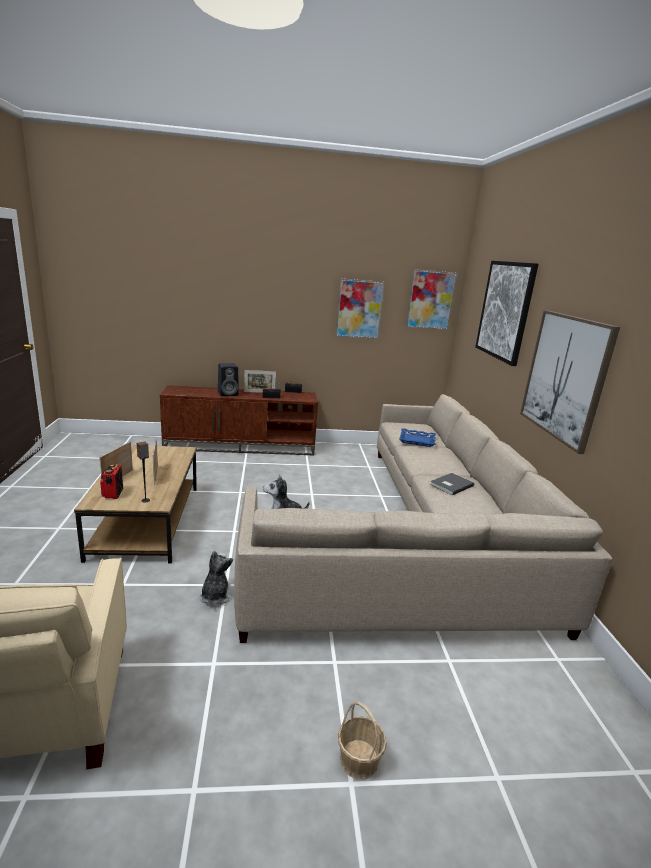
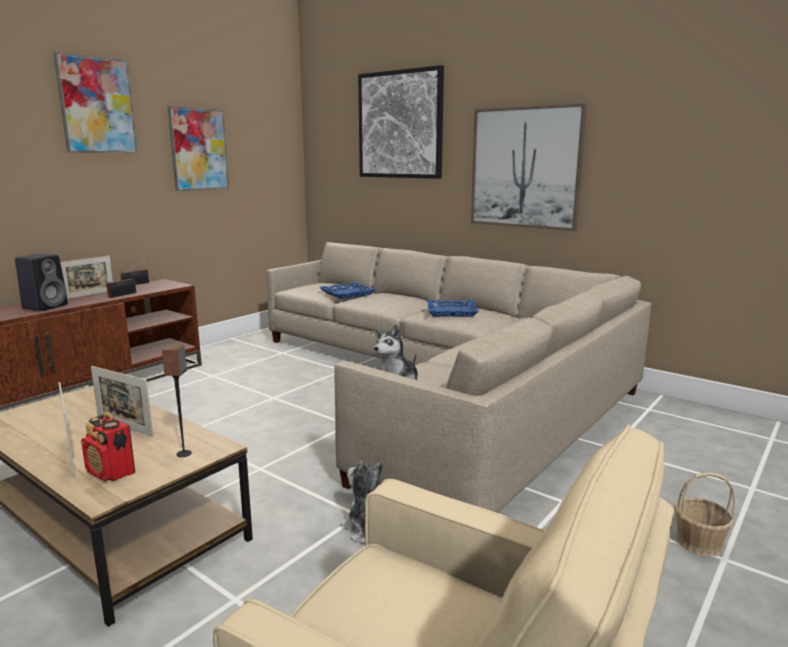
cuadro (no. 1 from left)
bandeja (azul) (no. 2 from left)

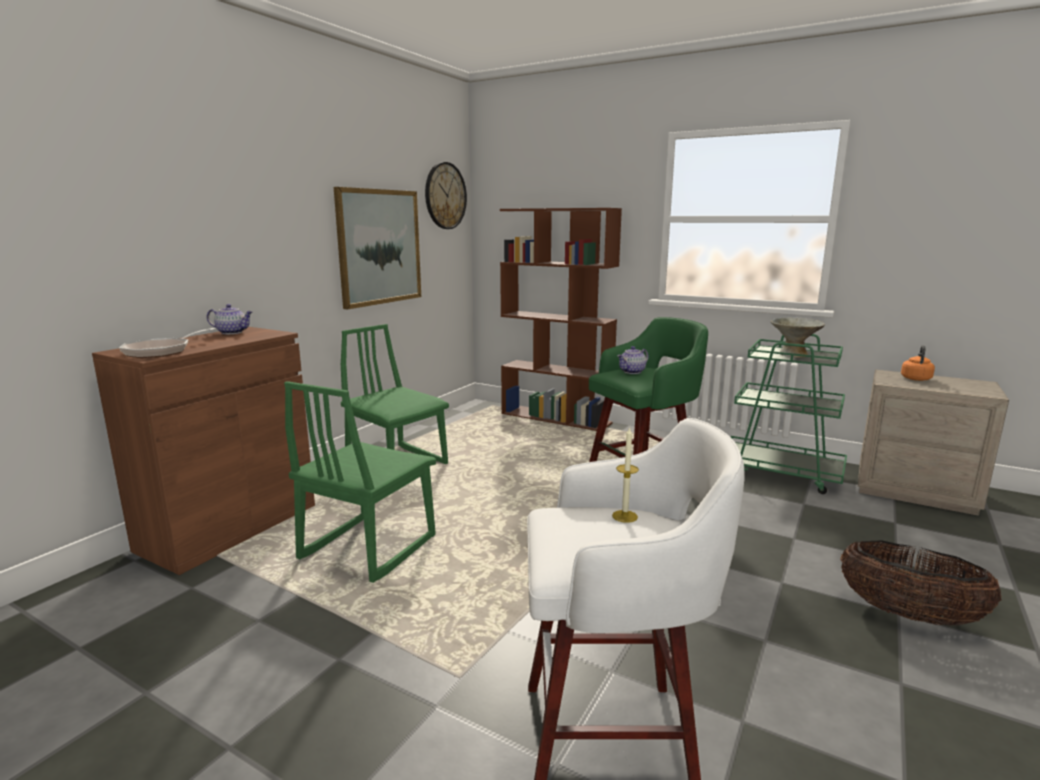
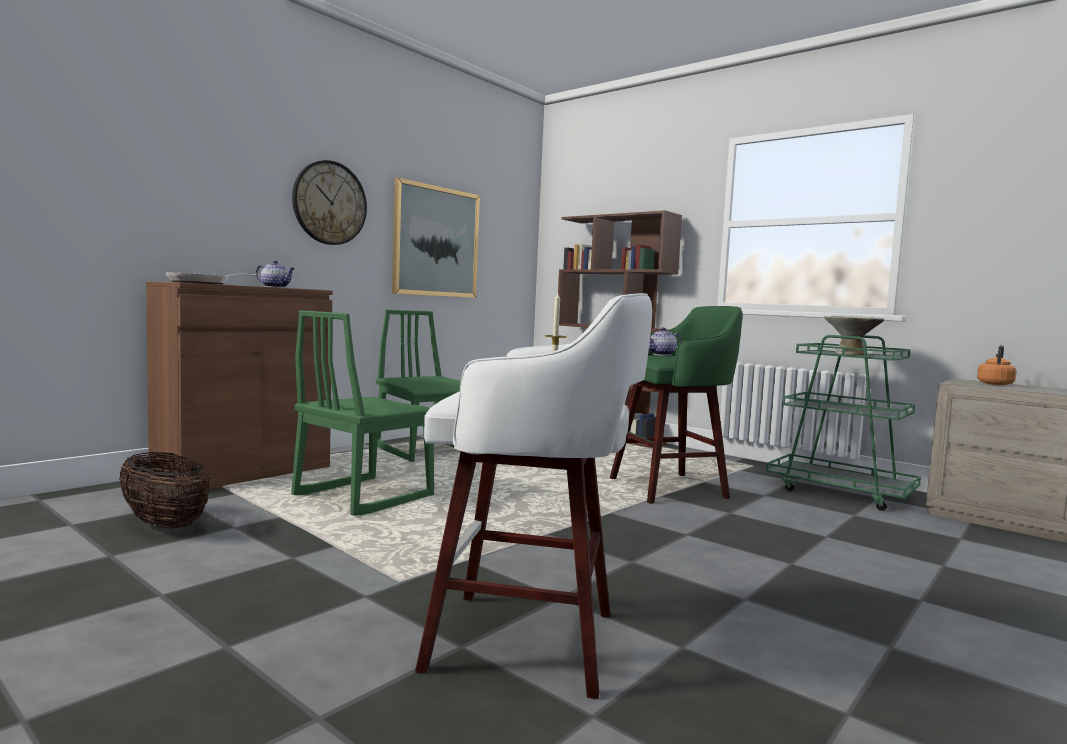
cesta
reloj de pared

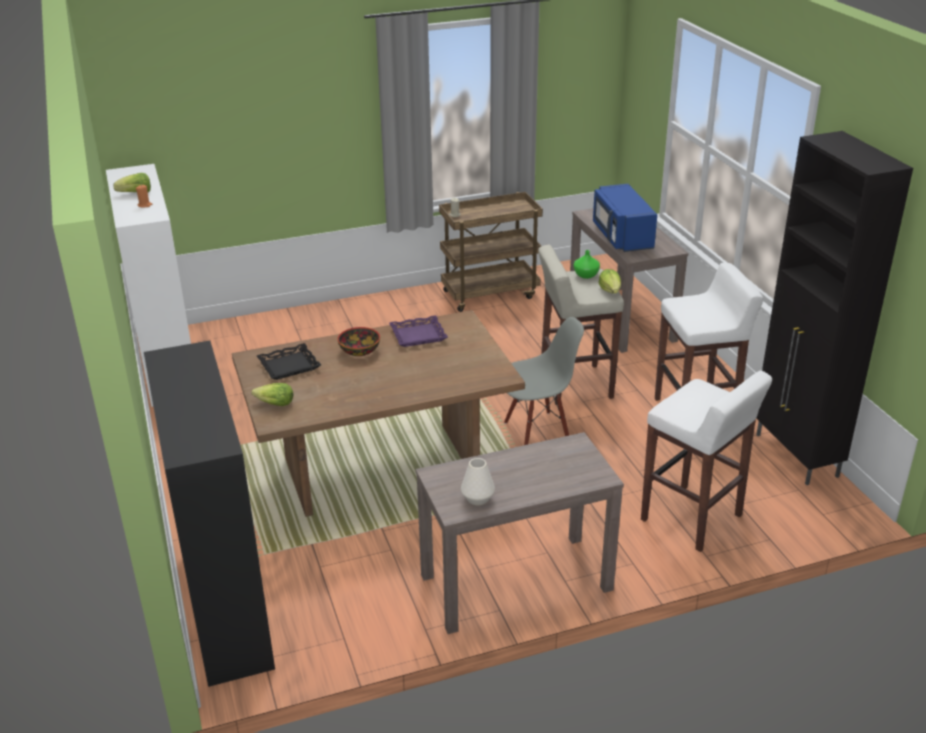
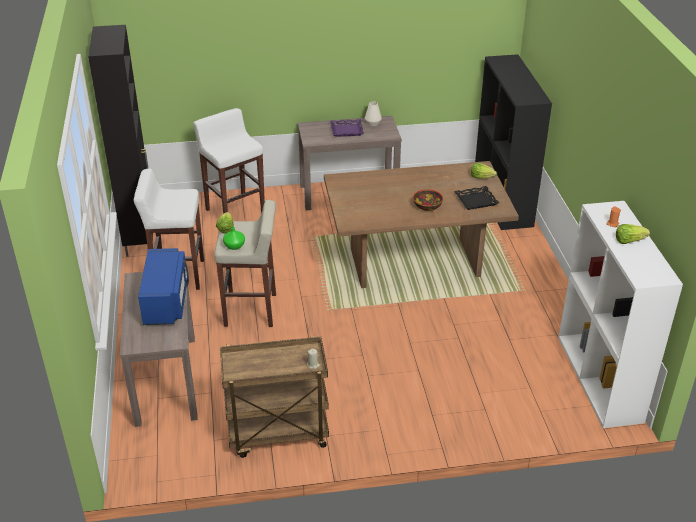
bandeja (morado)
silla (gris)

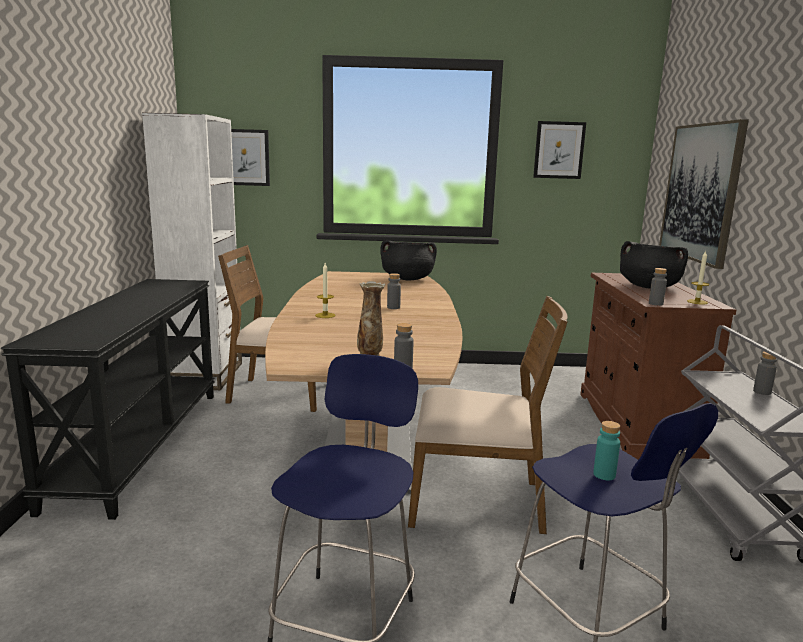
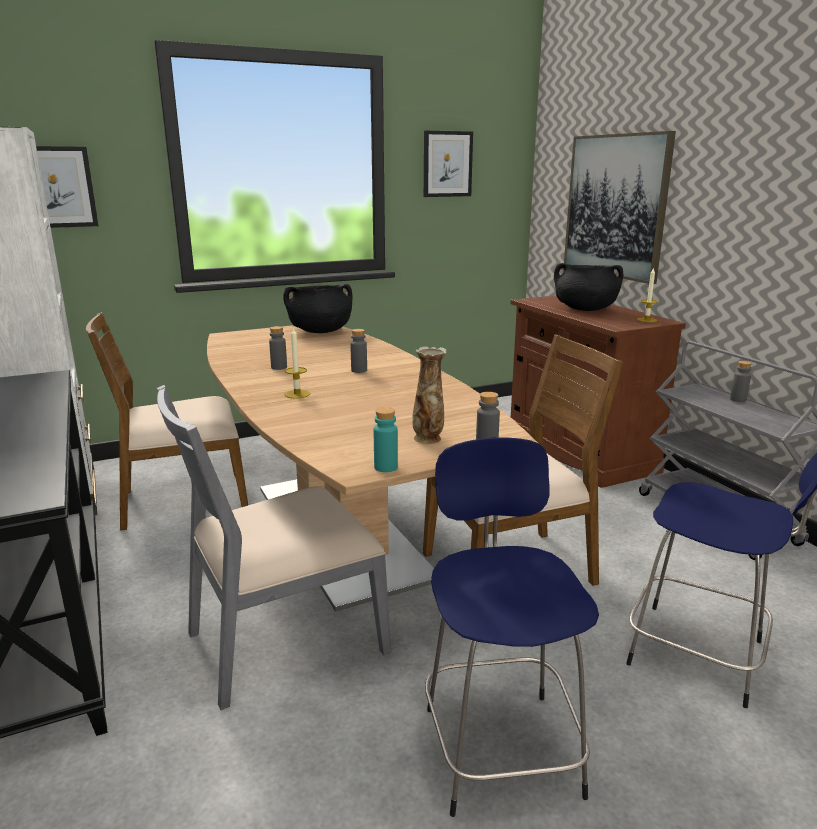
silla (gris)
botella (gris) (no. 1 from left)
botella (turquesa)

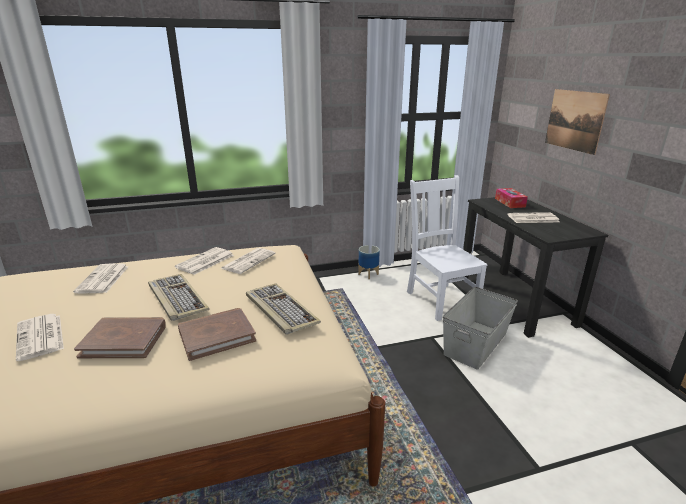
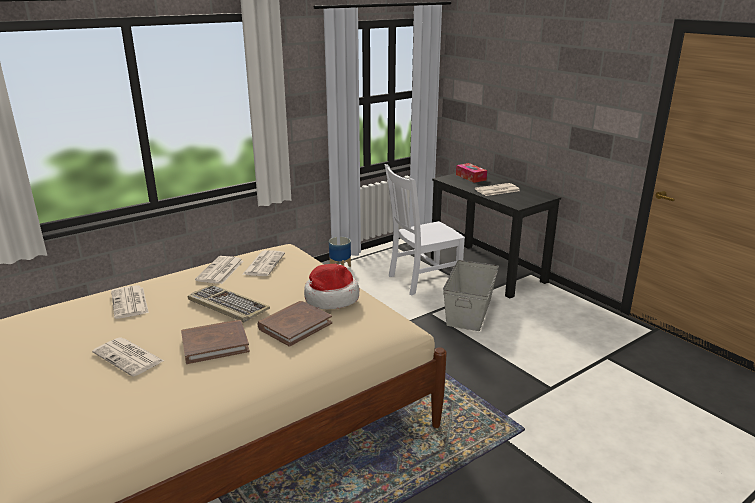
sombrero
silla (blanco)
cuadro

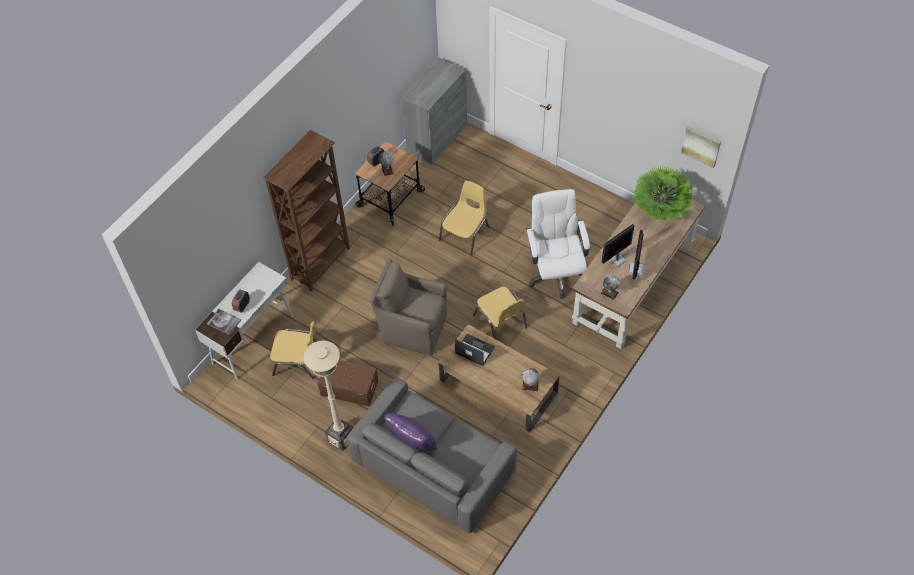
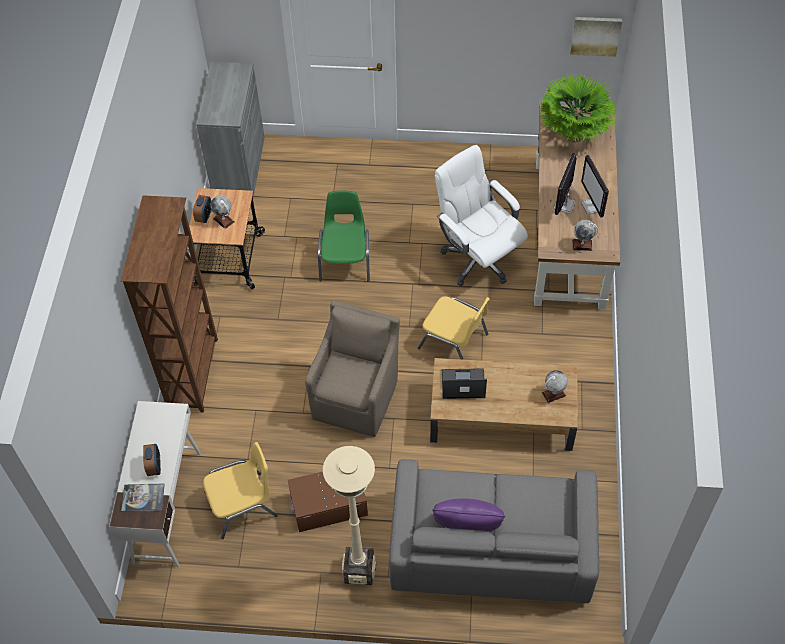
sillón (marrón)
silla (verde)

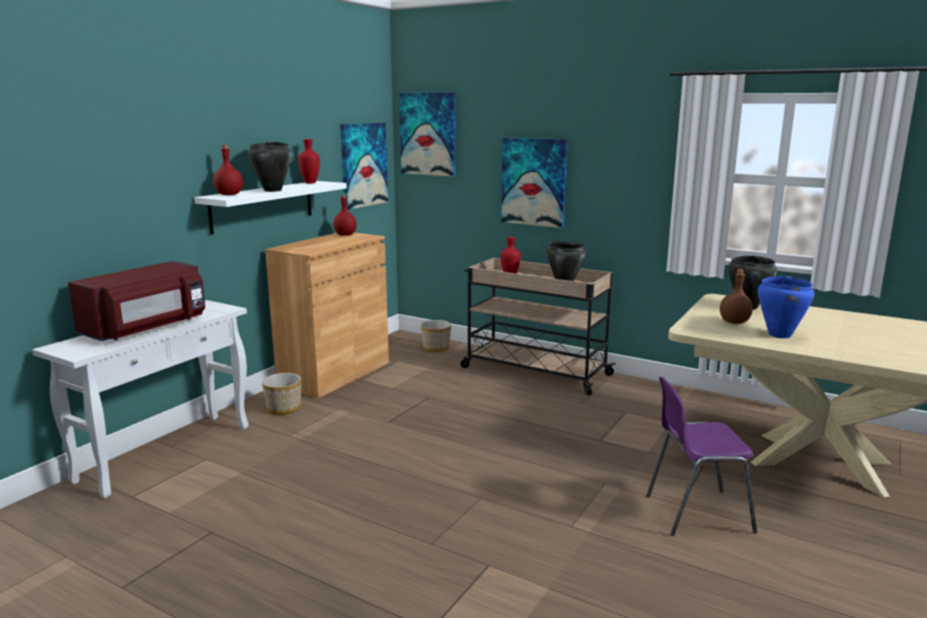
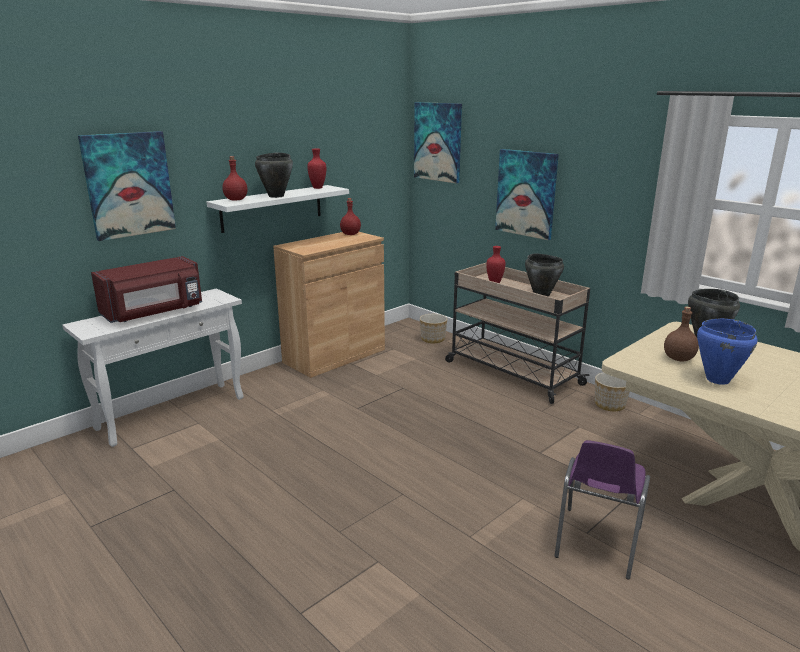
cuadro (no. 1 from left)
silla (morado)
maceta (no. 2 from left)

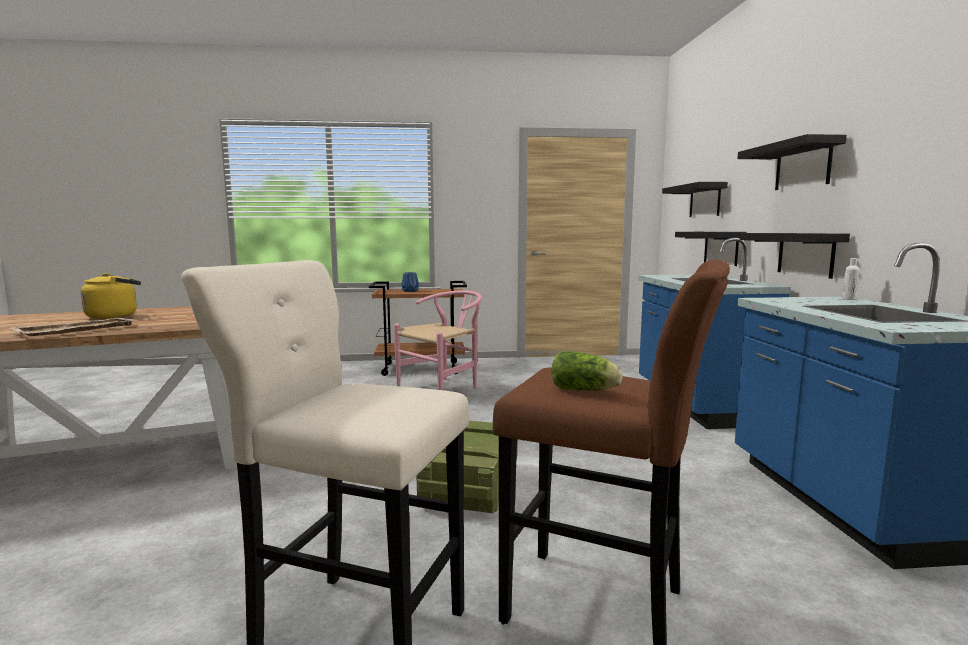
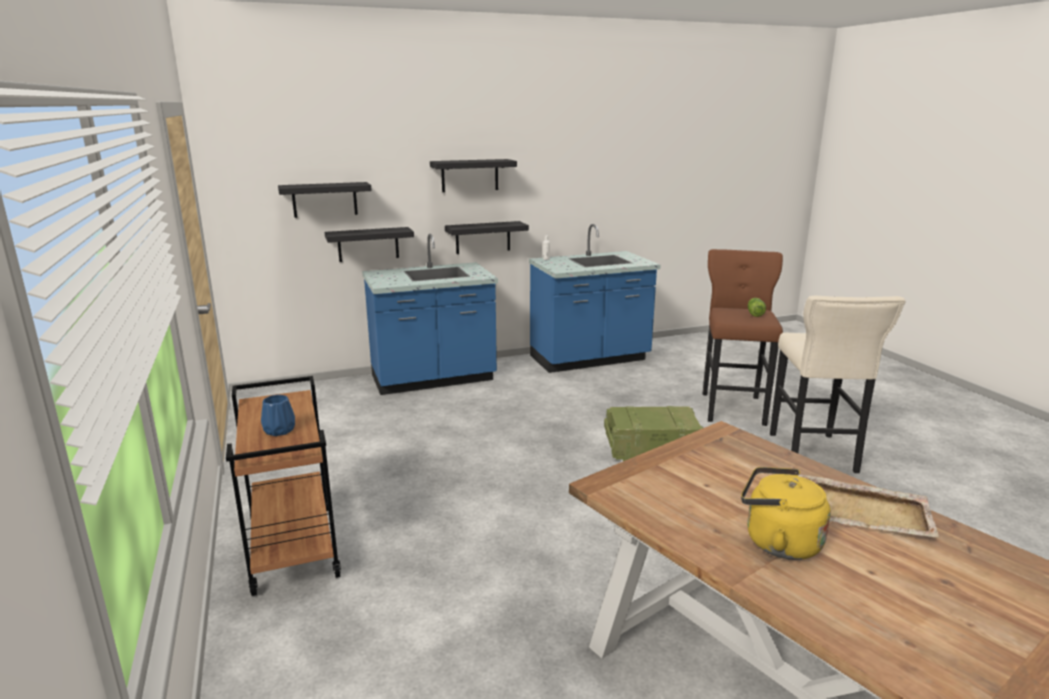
silla (rosa)

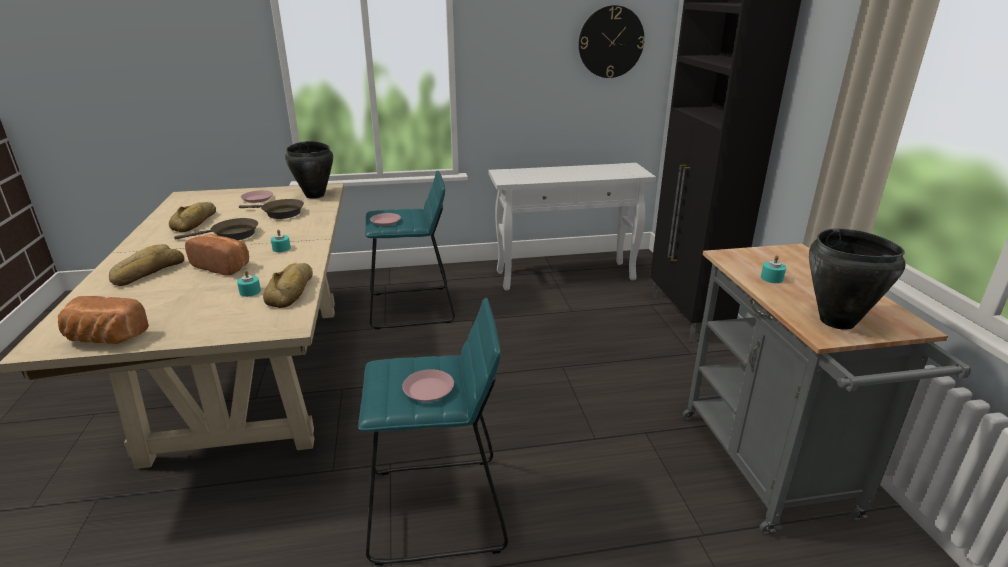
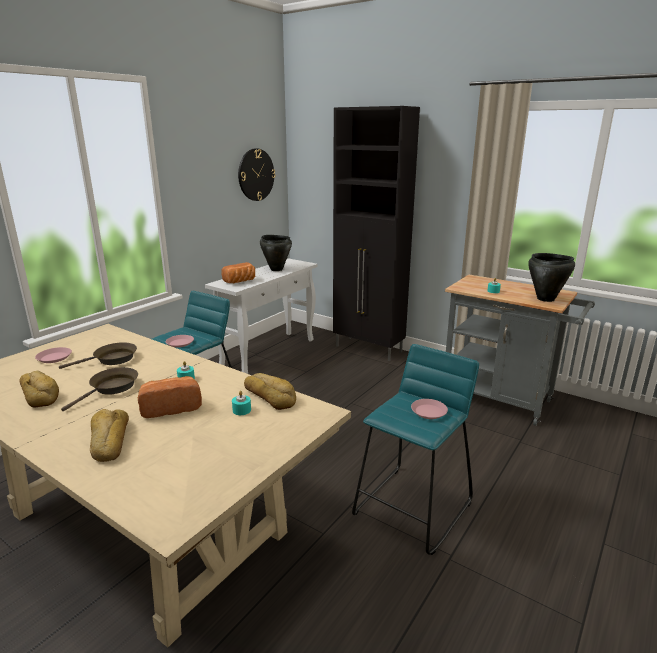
pan (no. 4 from left)
olla (negro) (no. 1 from left)

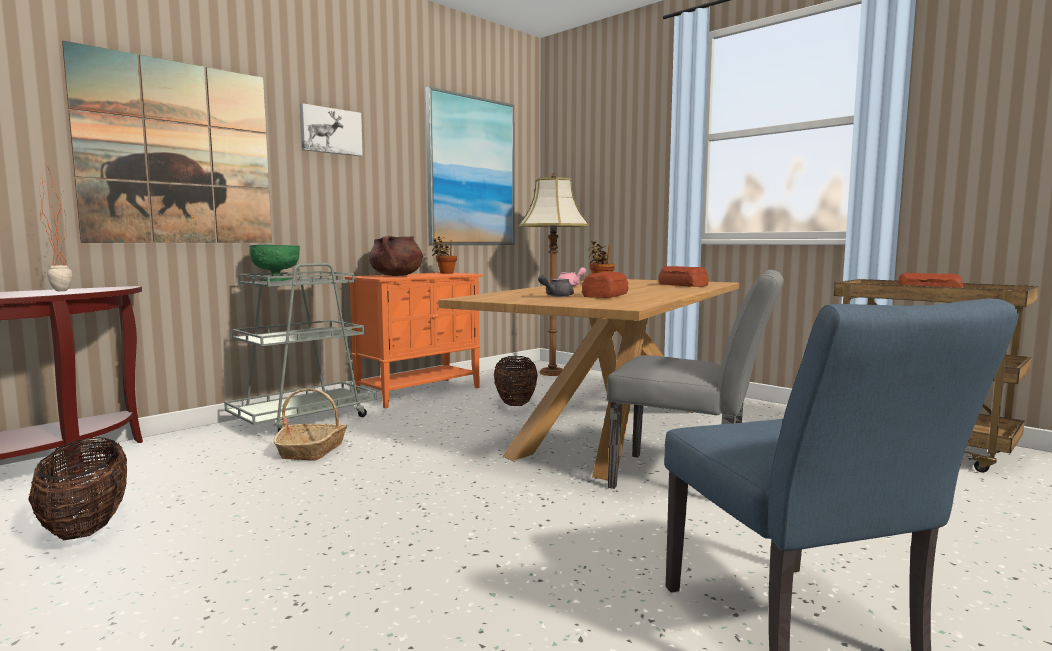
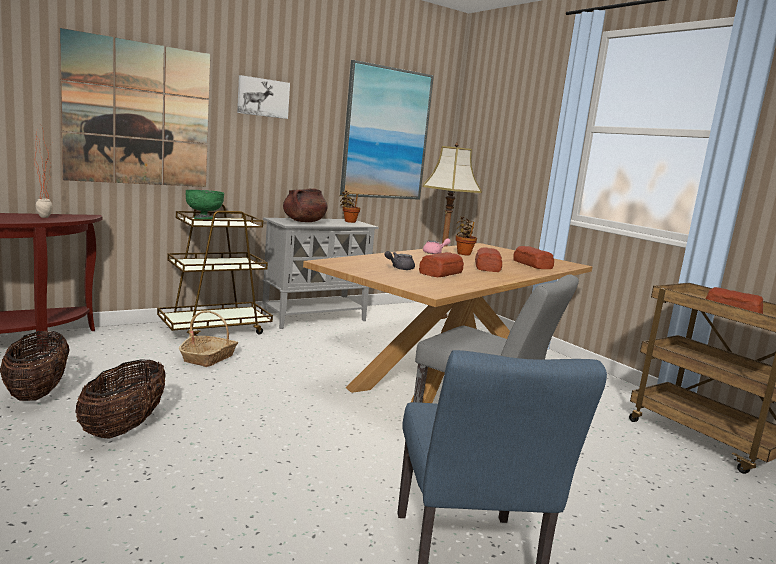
cesta (no. 2 from left)
carrito (marrón) (no. 1 from left)
armario (gris)
pan (no. 2 from left)

